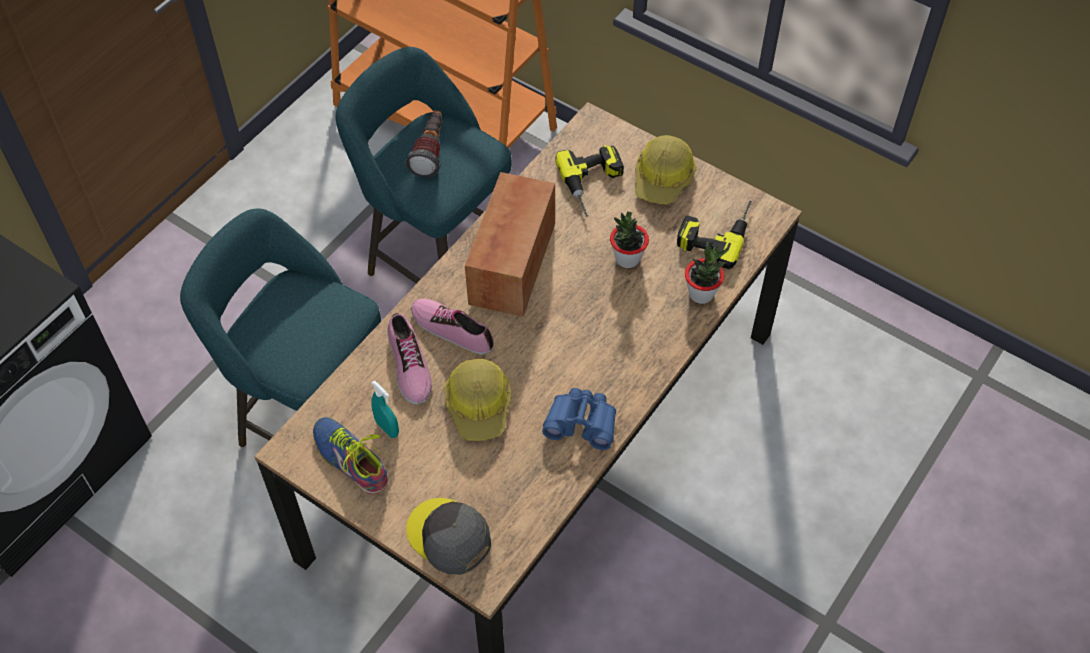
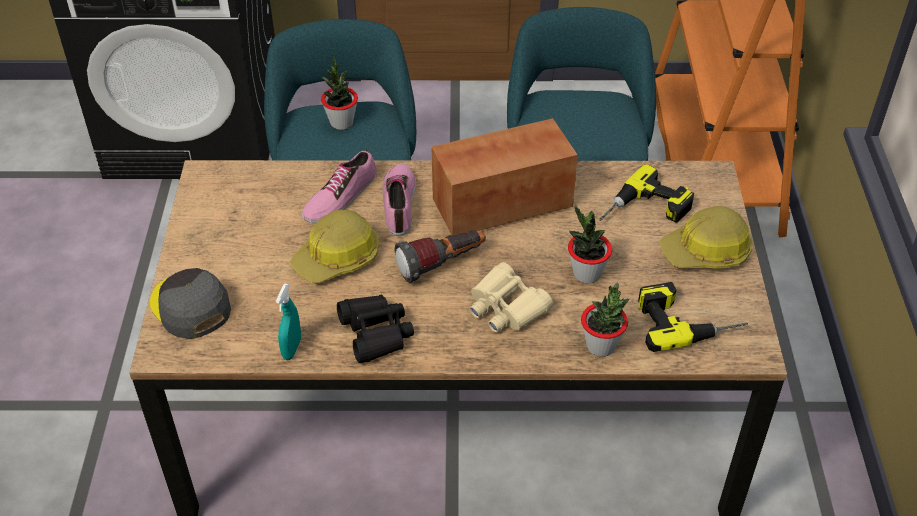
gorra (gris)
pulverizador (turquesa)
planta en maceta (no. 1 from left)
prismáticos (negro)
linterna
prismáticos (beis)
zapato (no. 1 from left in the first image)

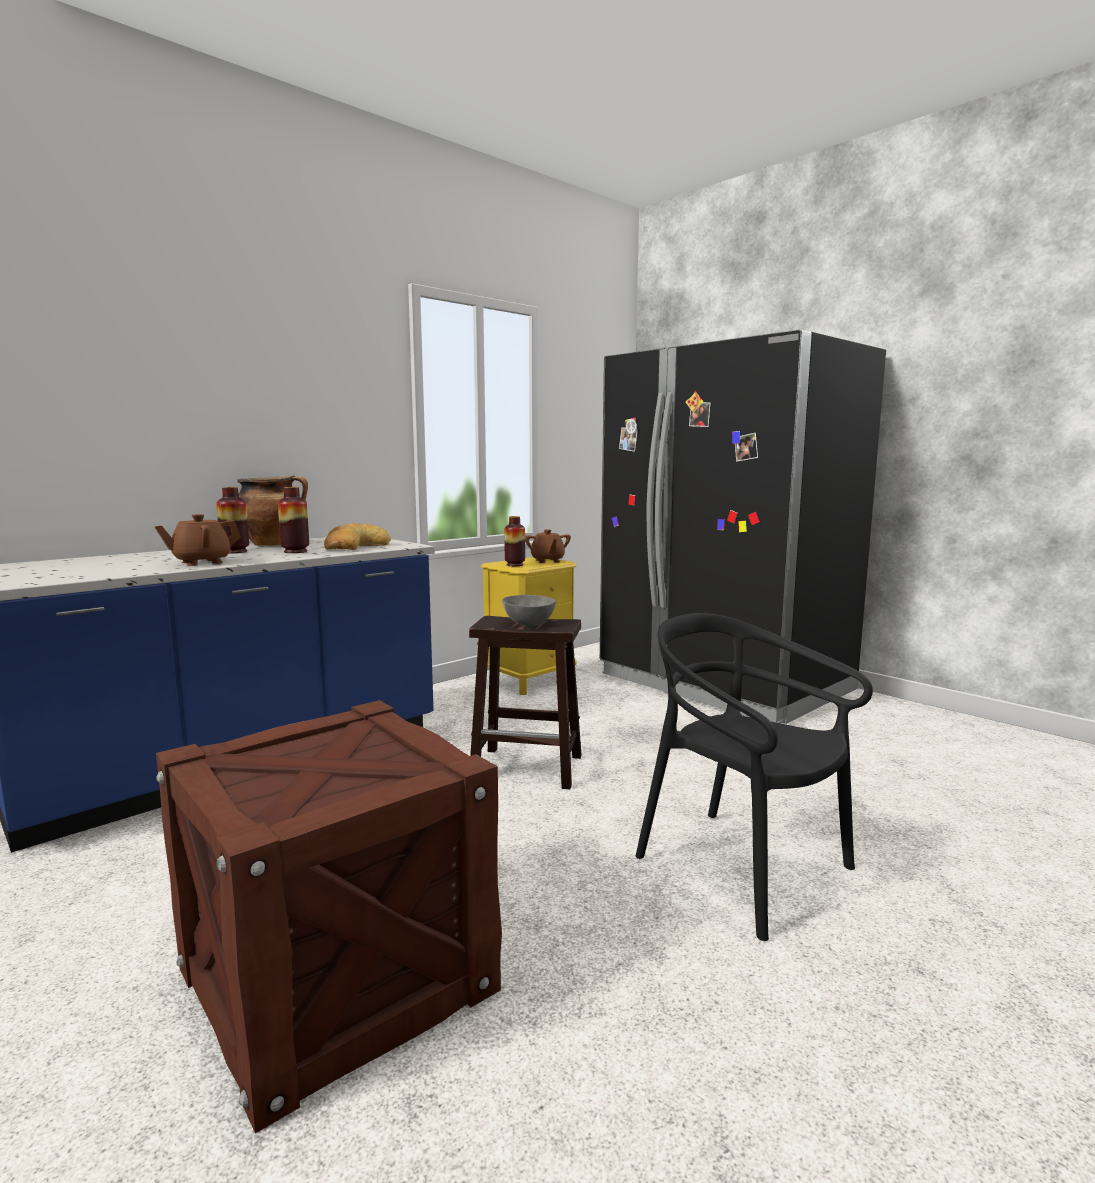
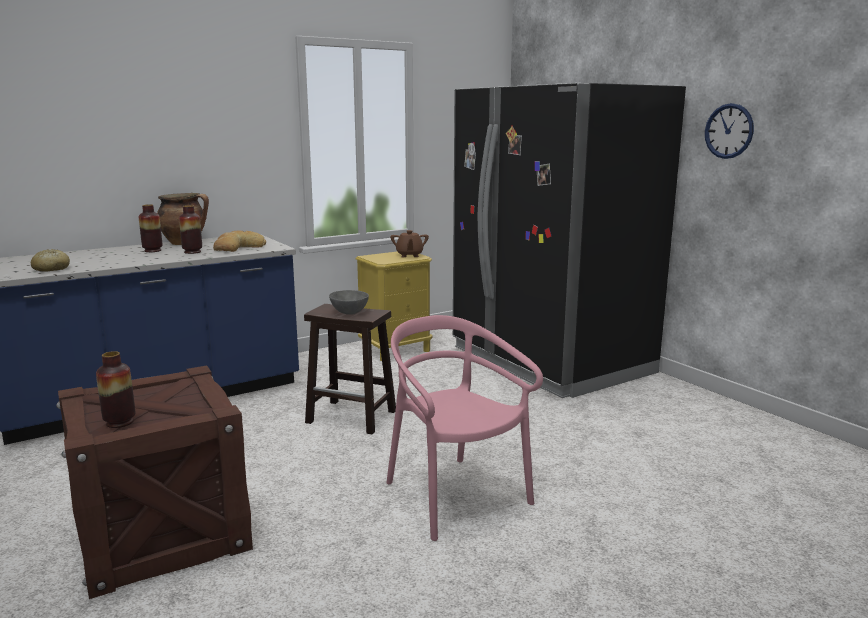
pan (no. 1 from left)
florero (no. 1 from left)
silla (rosa)
reloj de pared
tetera (marrón) (no. 1 from left in the first image)

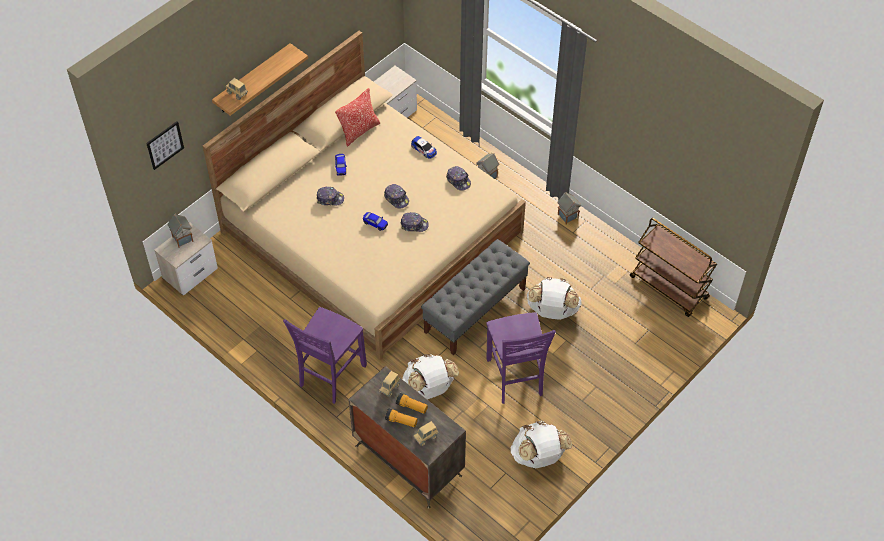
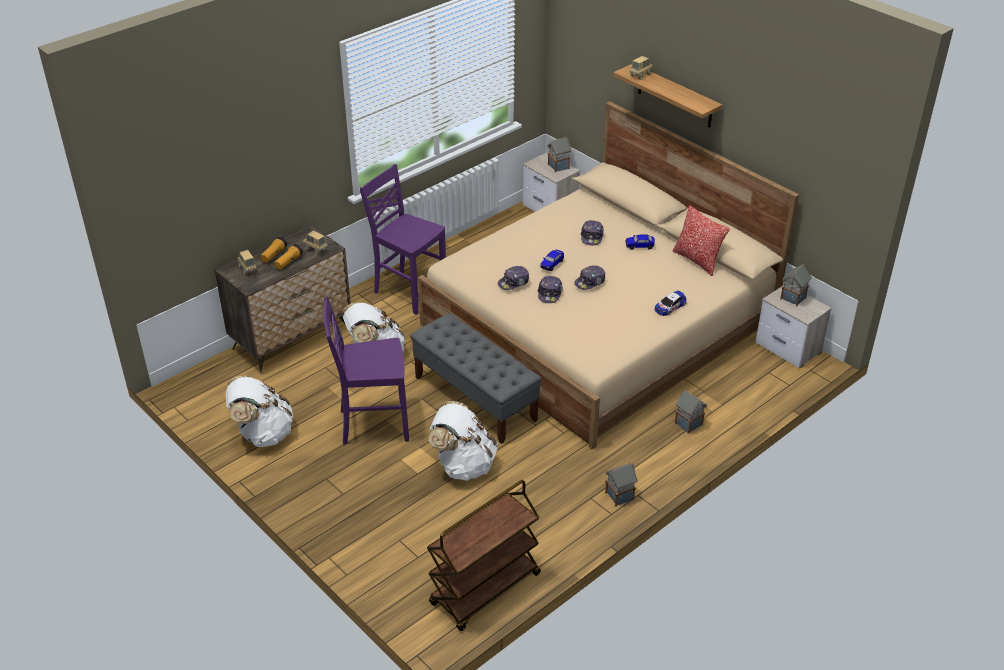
gorra (no. 1 from left)
casita (no. 4 from left)
cuadro

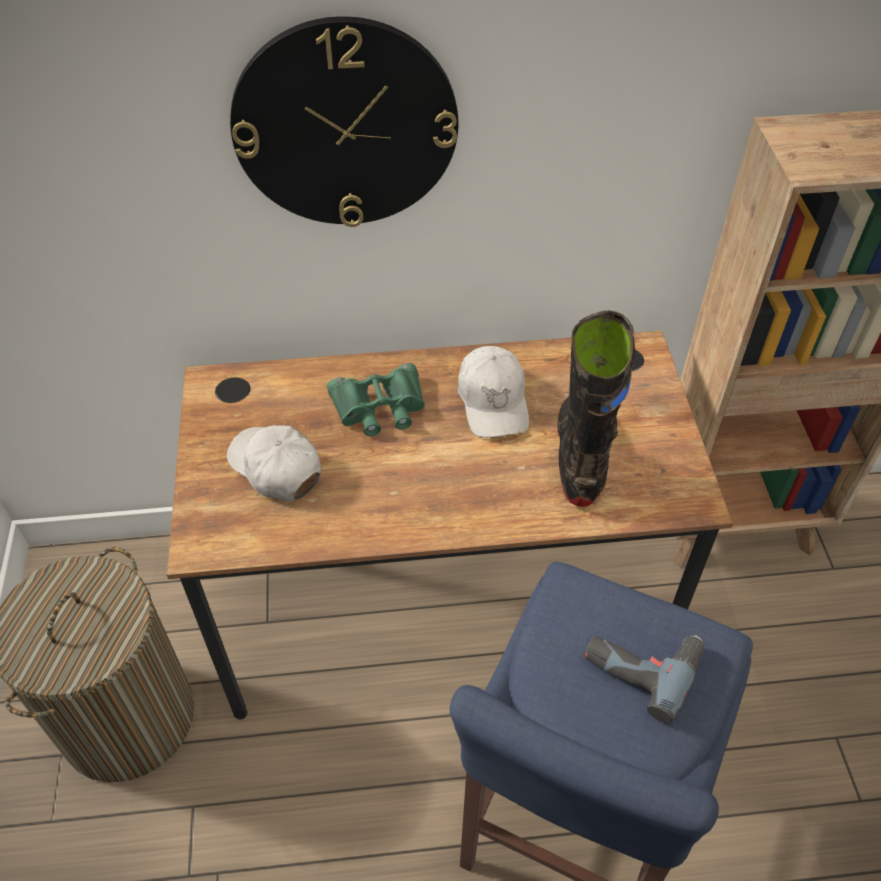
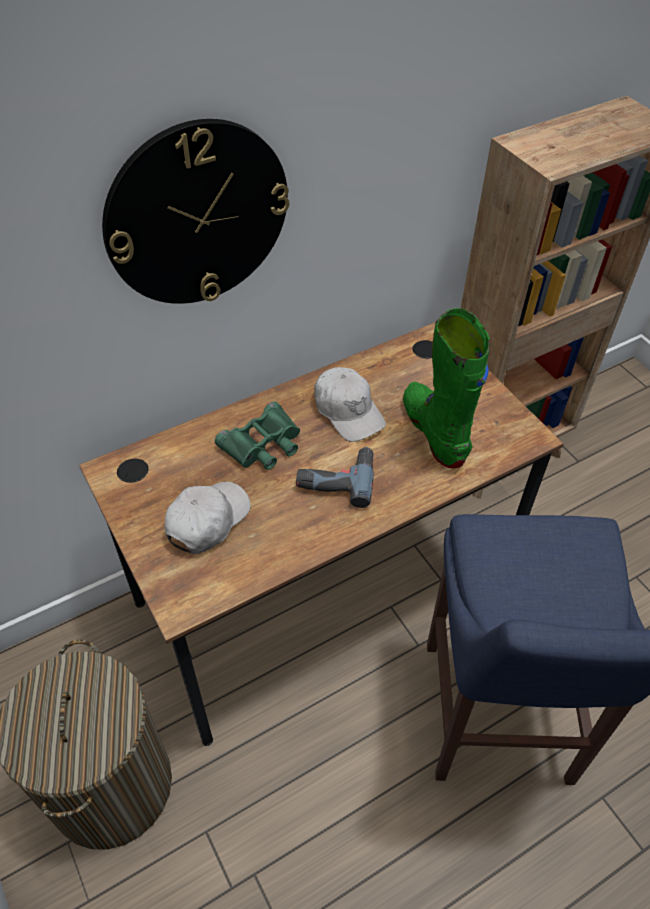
gorra (blanco) (no. 1 from left)
taladro
bota (verde)

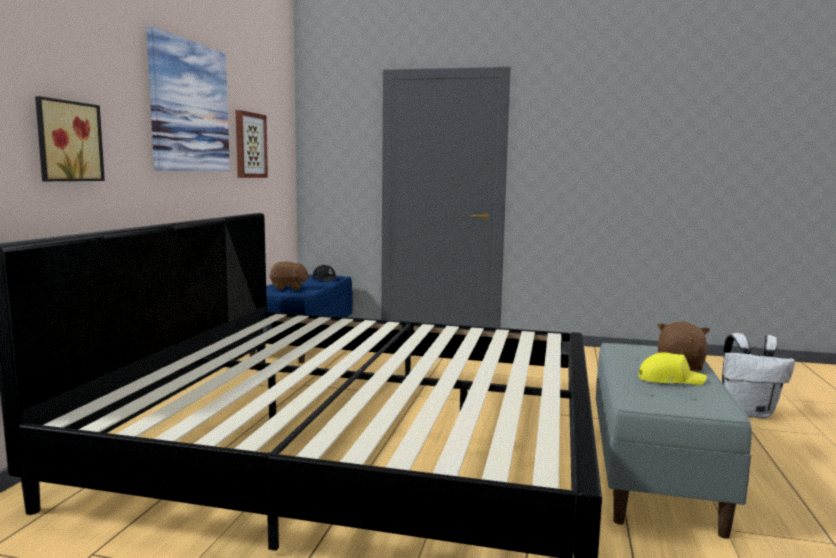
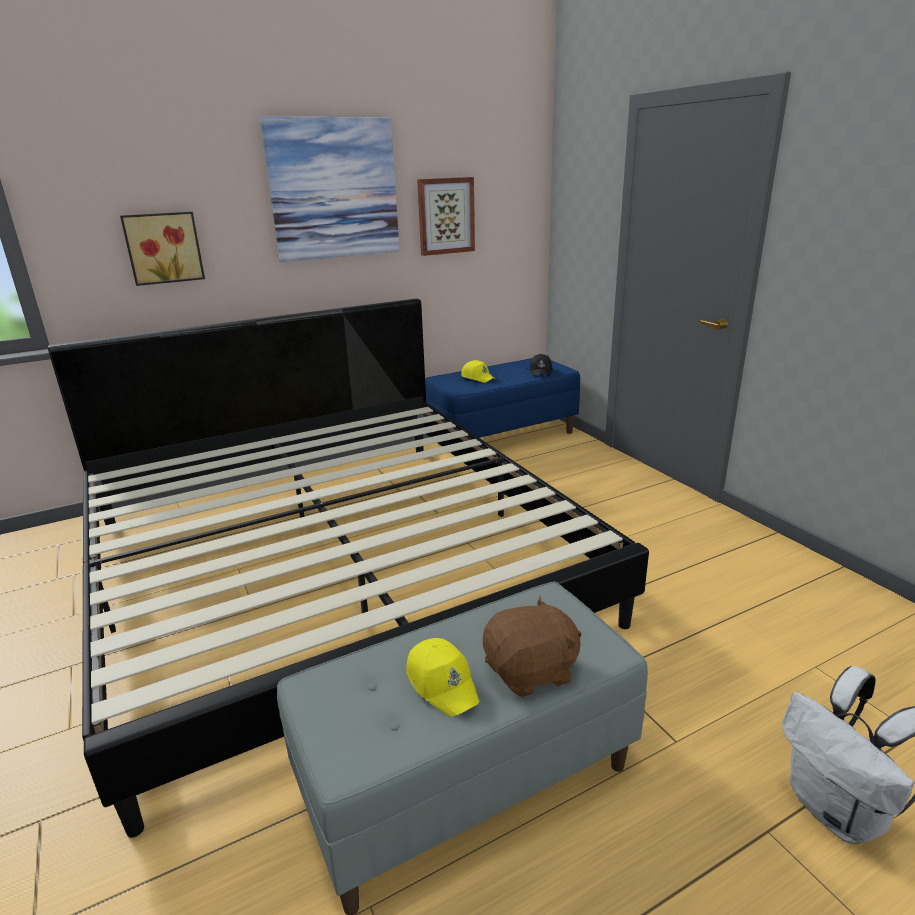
gorra (amarillo) (no. 2 from left)

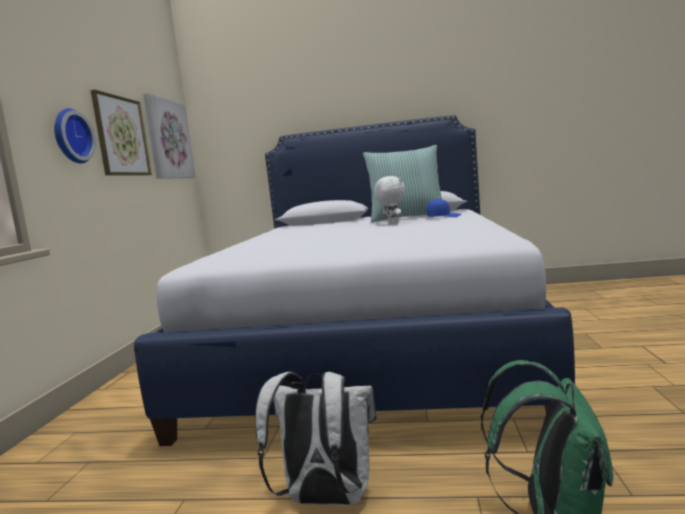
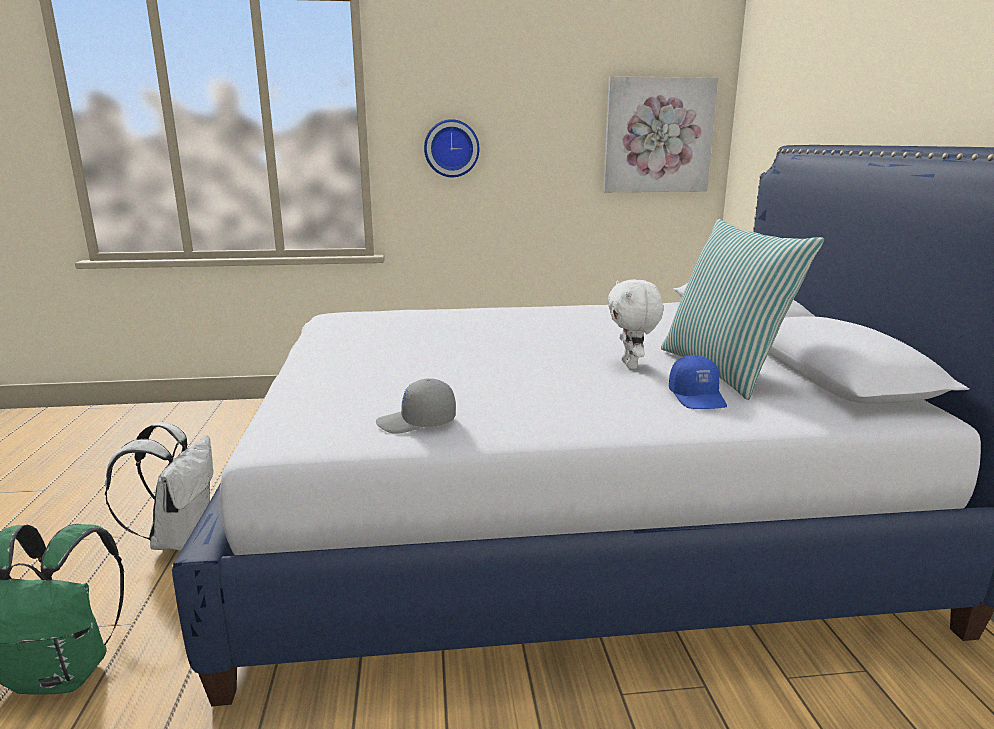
gorra (gris)
peluche (blanco)
cuadro (no. 1 from left in the first image)

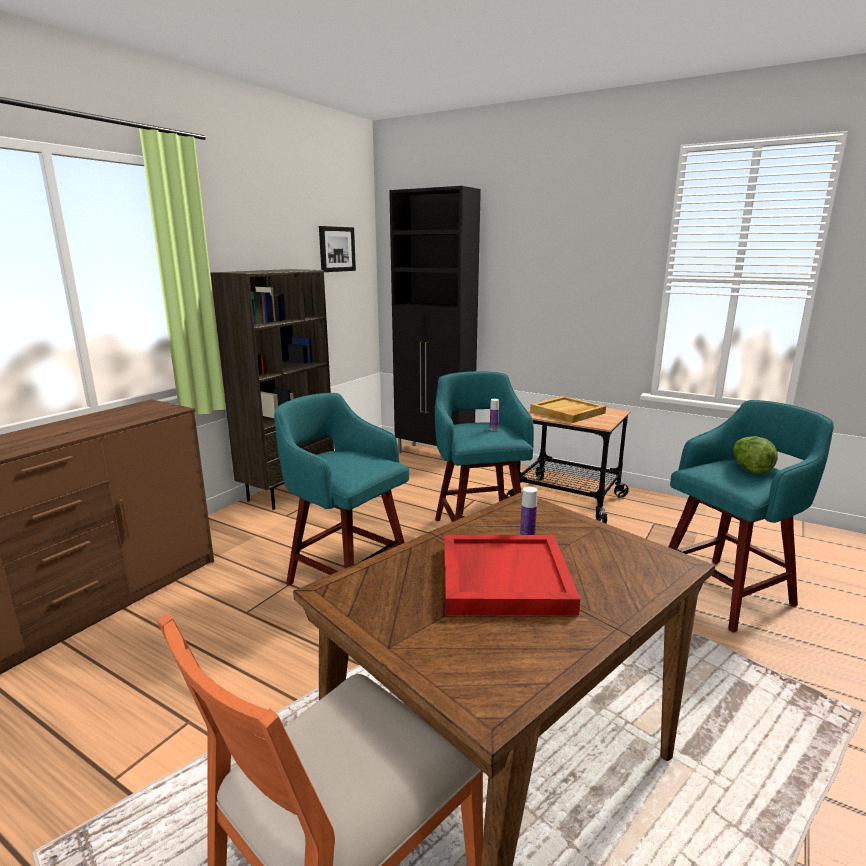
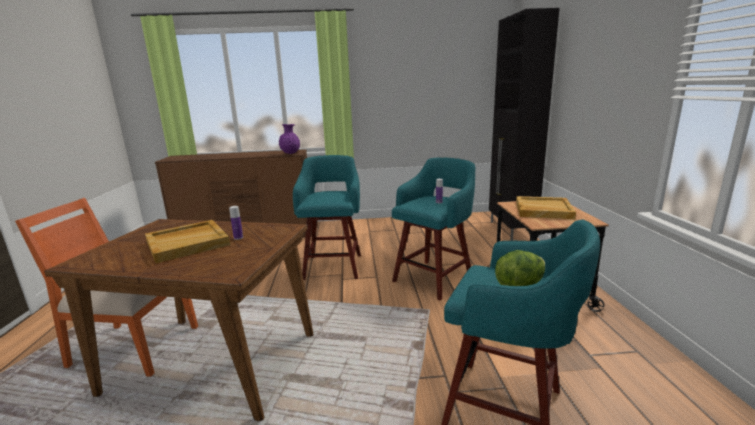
bandeja (beis) (no. 1 from left)
florero (morado)
estantería (marrón)
cuadro

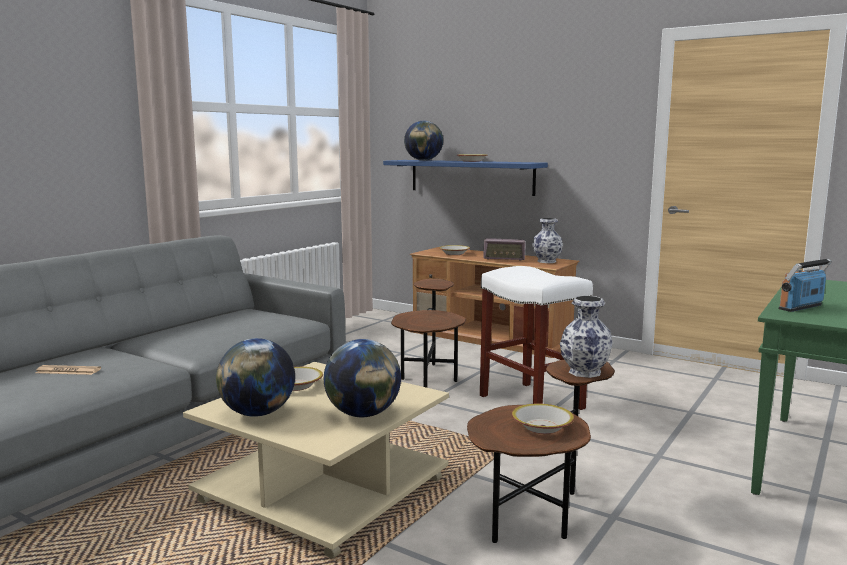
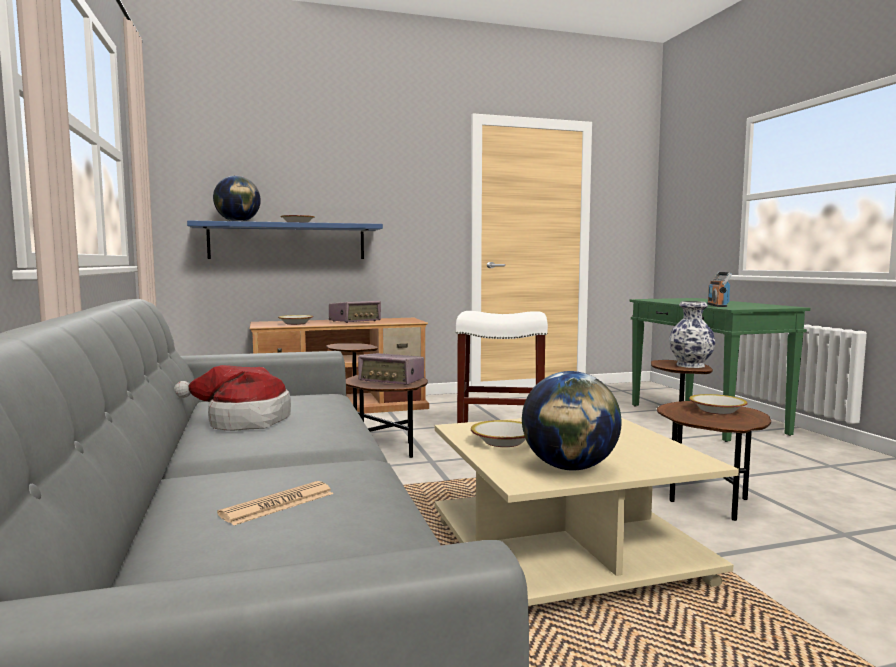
sombrero
radio (no. 2 from left)
globo terráqueo (no. 2 from left in the first image)
florero (no. 1 from left in the first image)

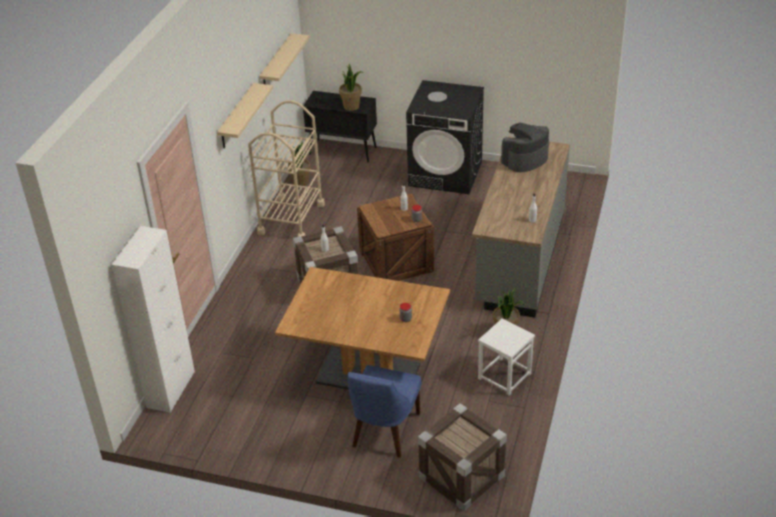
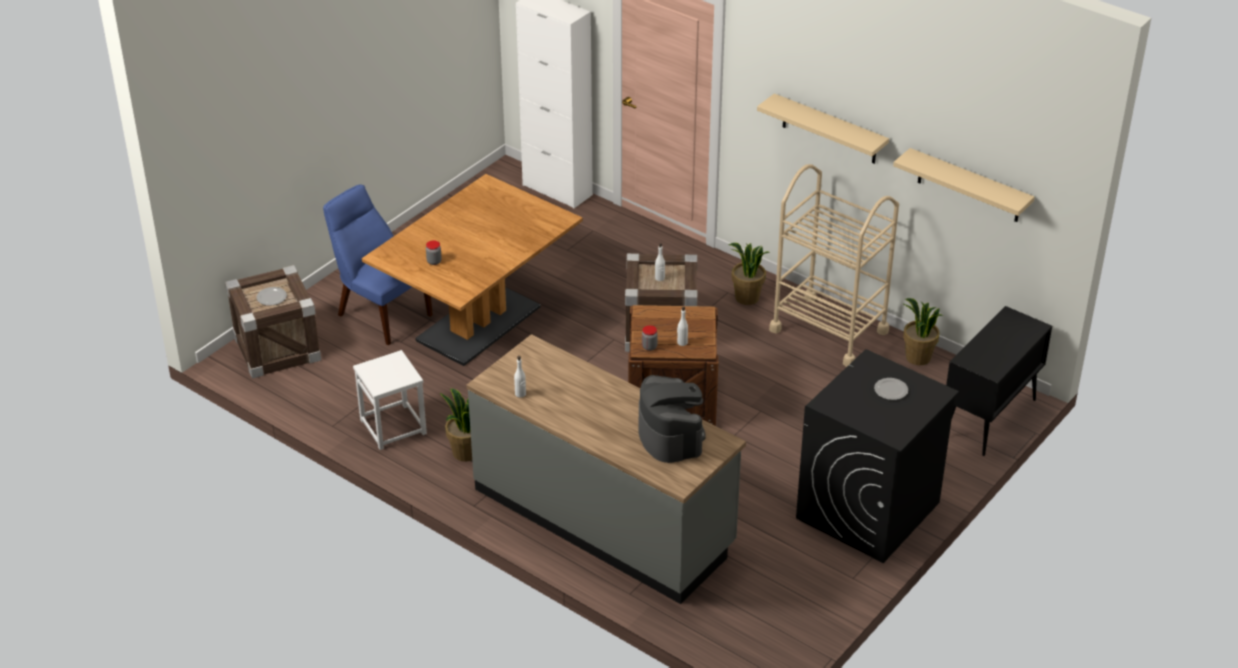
plato (no. 1 from left)
planta en maceta (no. 2 from left)

